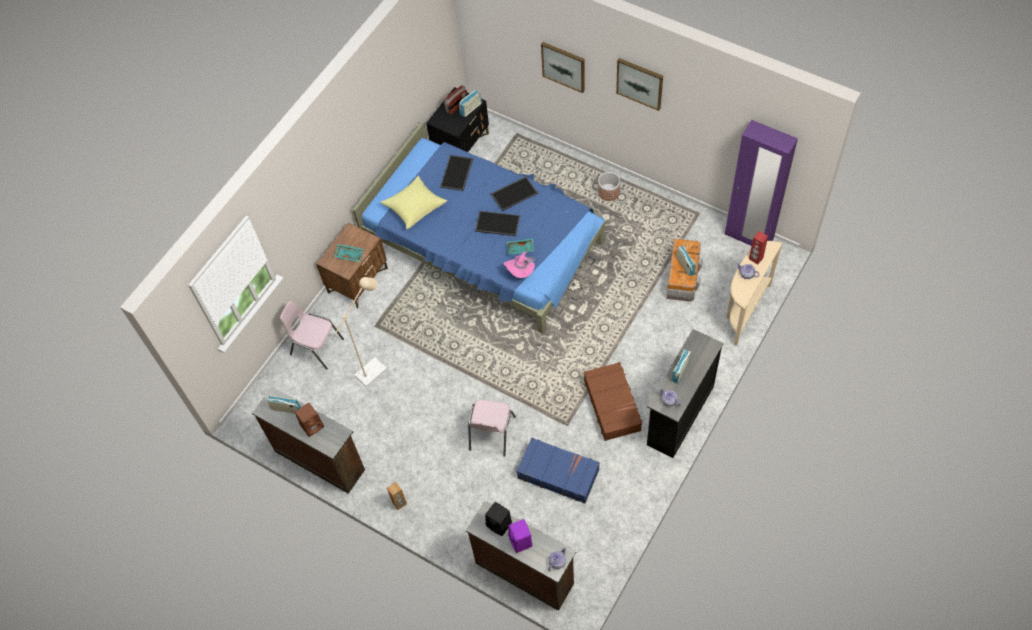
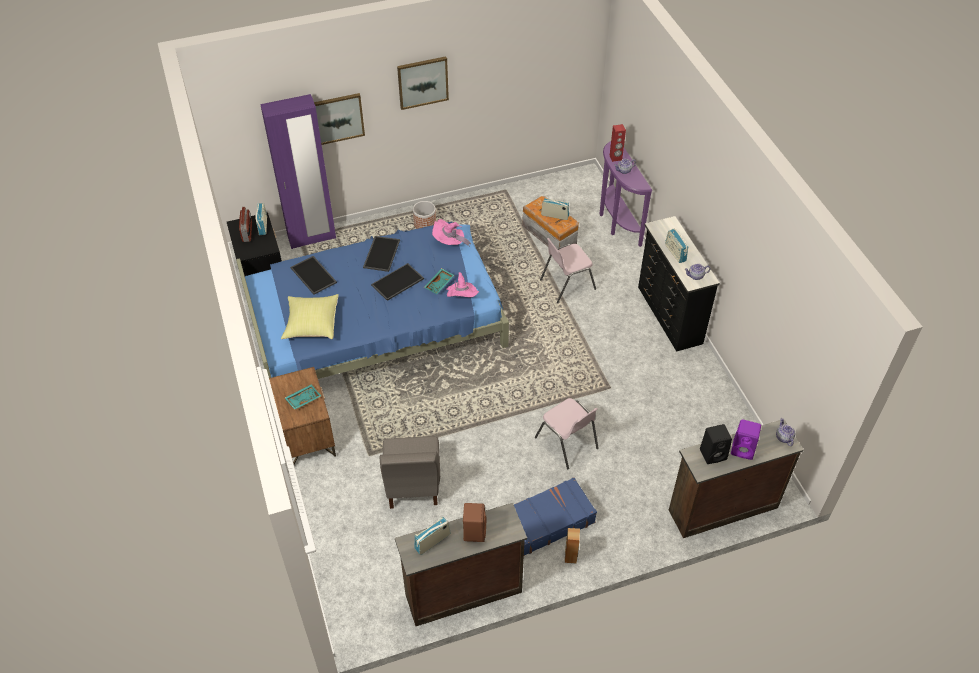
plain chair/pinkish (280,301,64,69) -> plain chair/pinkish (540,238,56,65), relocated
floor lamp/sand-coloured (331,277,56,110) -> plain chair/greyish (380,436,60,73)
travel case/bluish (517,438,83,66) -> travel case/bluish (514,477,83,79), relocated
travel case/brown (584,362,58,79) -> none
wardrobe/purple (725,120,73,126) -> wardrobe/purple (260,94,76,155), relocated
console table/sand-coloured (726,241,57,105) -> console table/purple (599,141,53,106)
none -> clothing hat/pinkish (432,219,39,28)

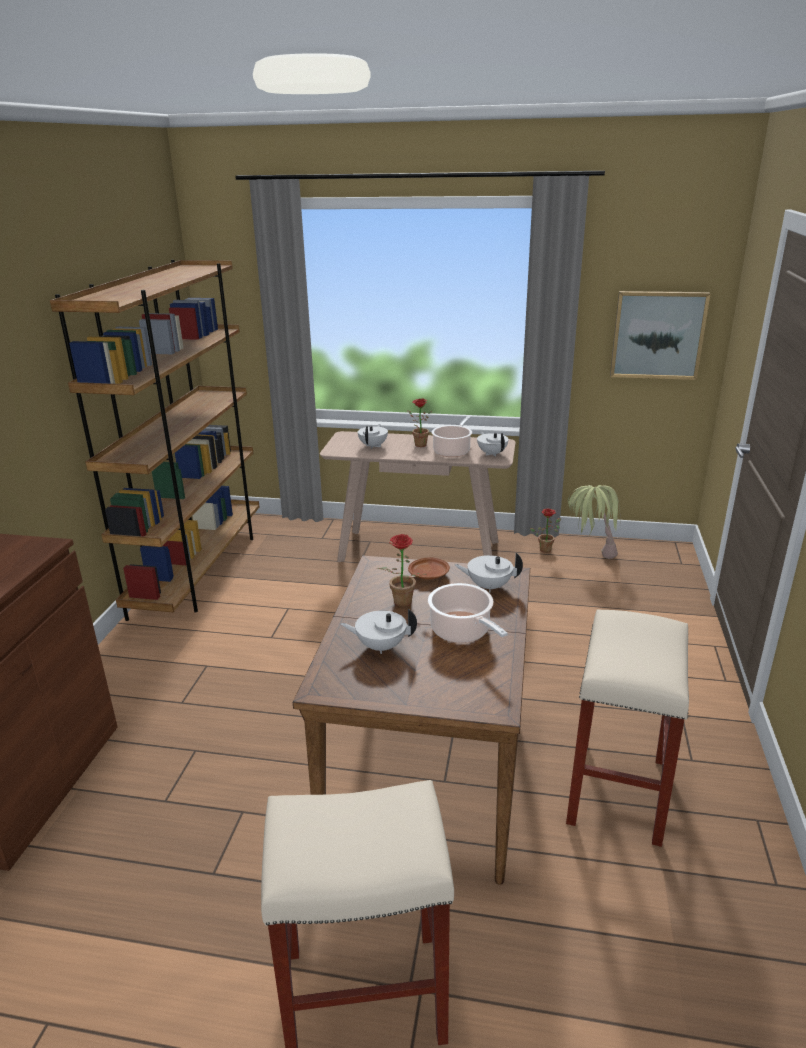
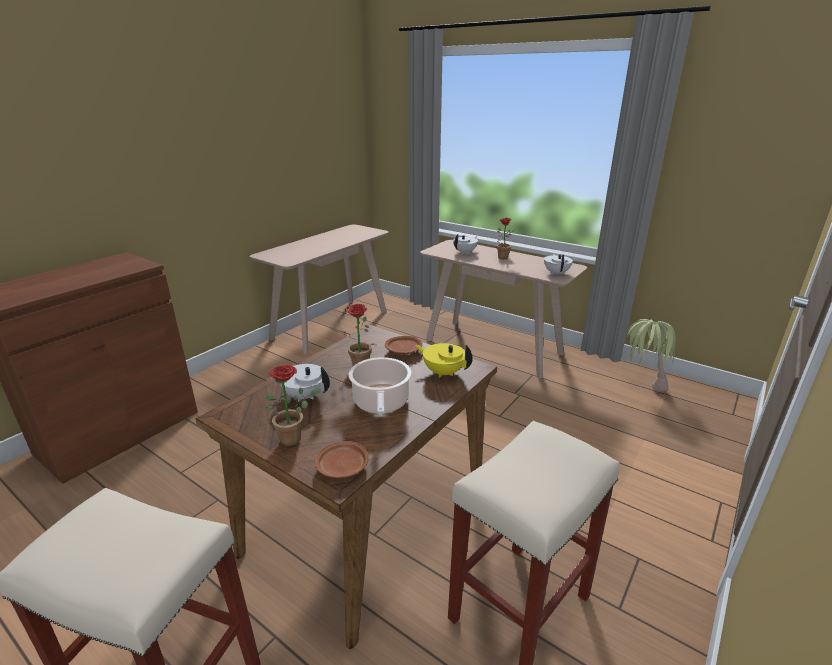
bookshelf/brown (50,260,210,361) -> console table/sand-coloured (250,225,139,129)
stockpot (432,416,40,41) -> none
tea pot/white (455,553,68,39) -> tea pot/yellowish (415,343,58,35)
potted plant (530,509,31,44) -> potted plant (266,365,55,81), relocated
wall picture (610,291,101,89) -> none
none -> plate/brown (315,441,54,38)

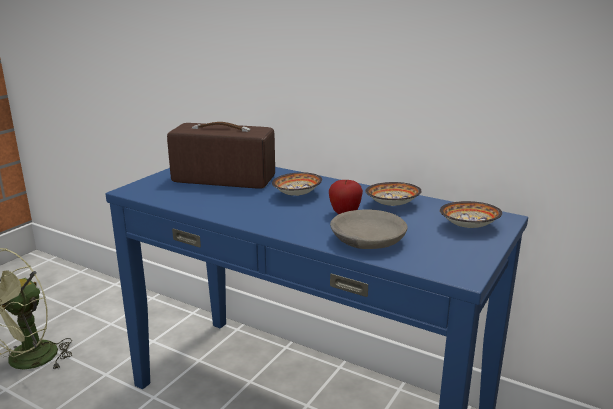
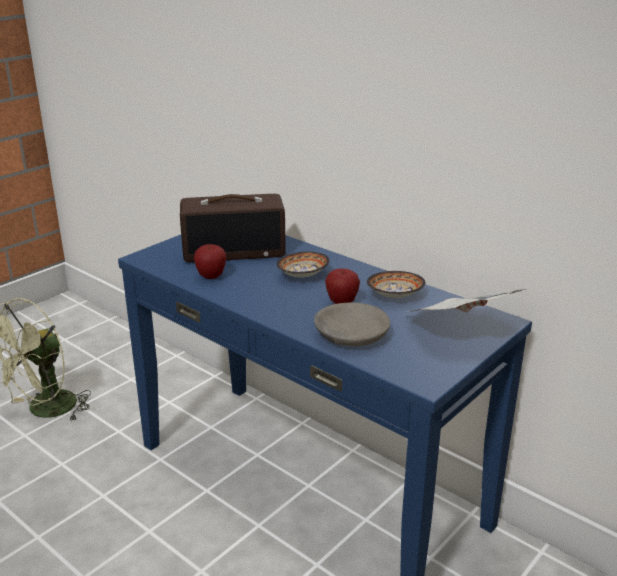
radio receiver (167,122,108,67) -> radio receiver (180,194,106,68), 150 degrees clockwise
bowl (440,201,62,27) -> printed paper (408,289,119,23)
none -> whole apple (194,244,32,35)

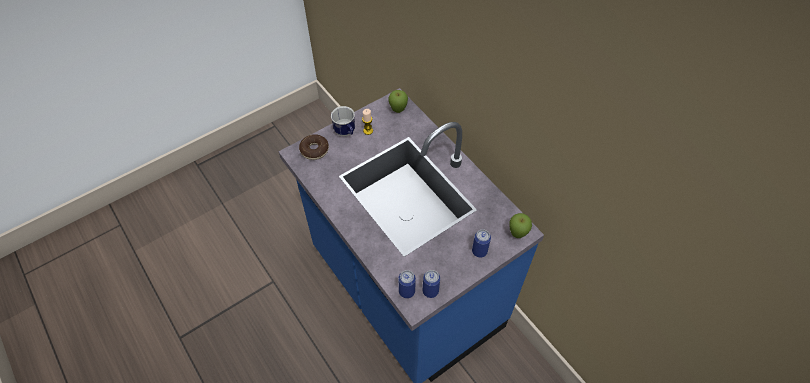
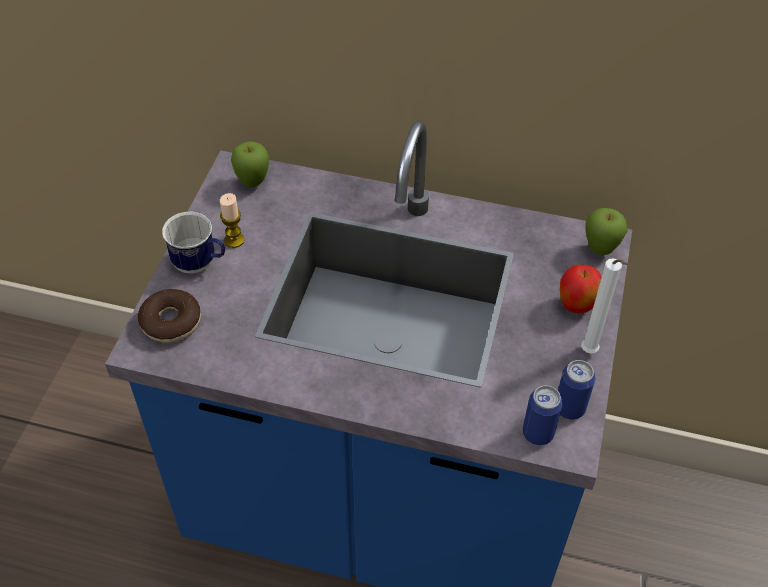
metal can (472,229,19,29) -> whole apple (560,264,42,50)
none -> candle/white (581,258,47,95)

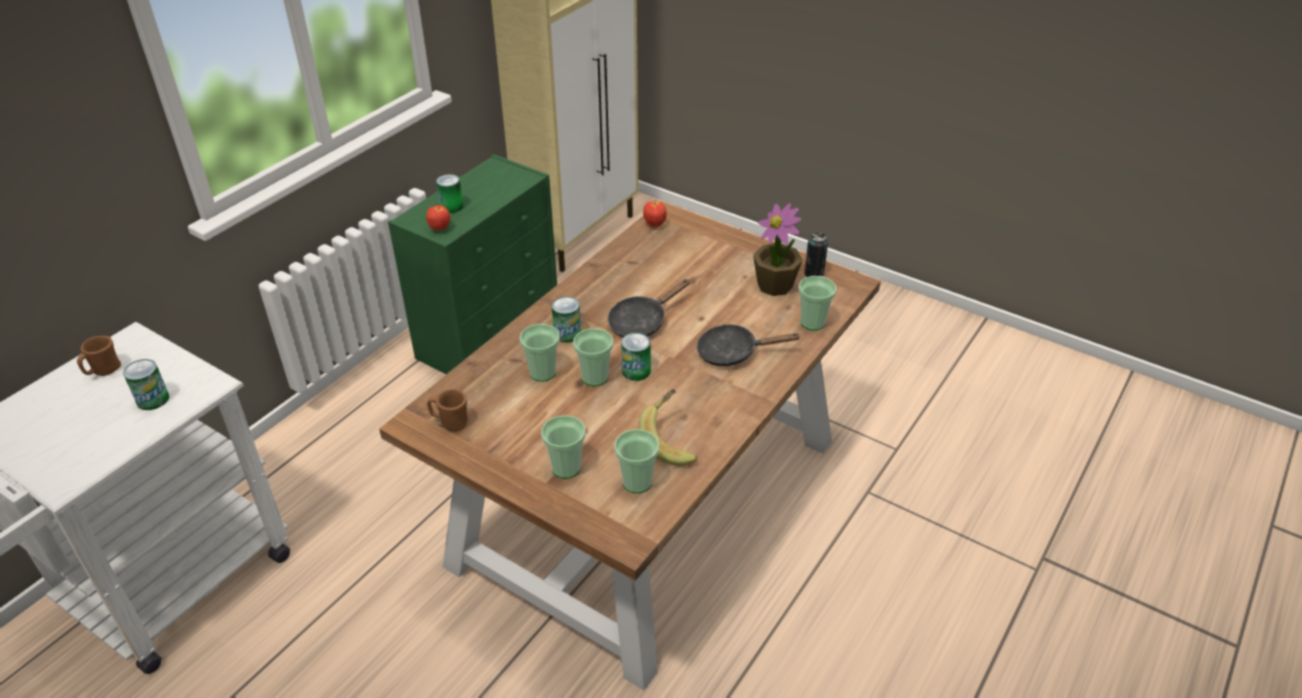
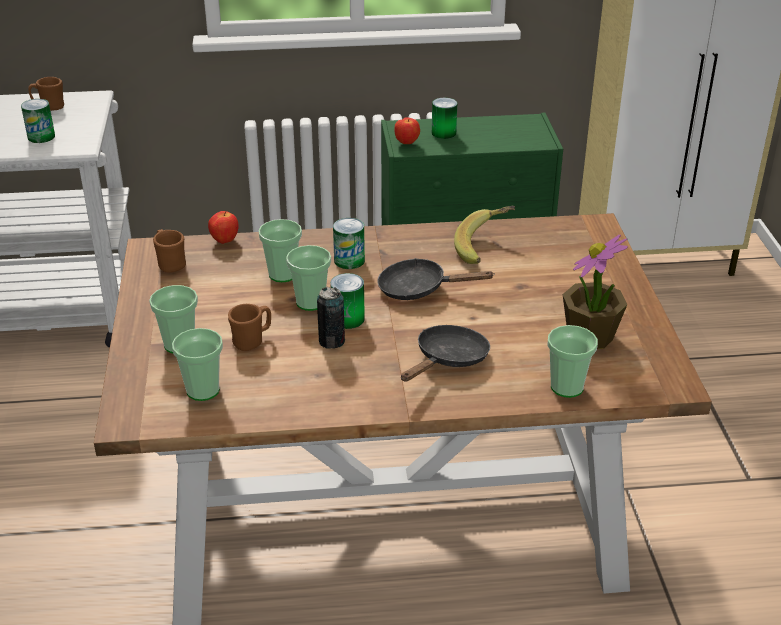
whole banana (639,389,58,77) -> whole banana (454,206,61,58), relocated
whole apple (643,201,23,26) -> whole apple (208,211,31,33), relocated
pan/black (696,324,105,42) -> pan/black (401,325,89,57), 75 degrees clockwise
metal can (804,232,24,45) -> metal can (317,287,28,62), relocated
none -> mug/brown (228,304,43,47)

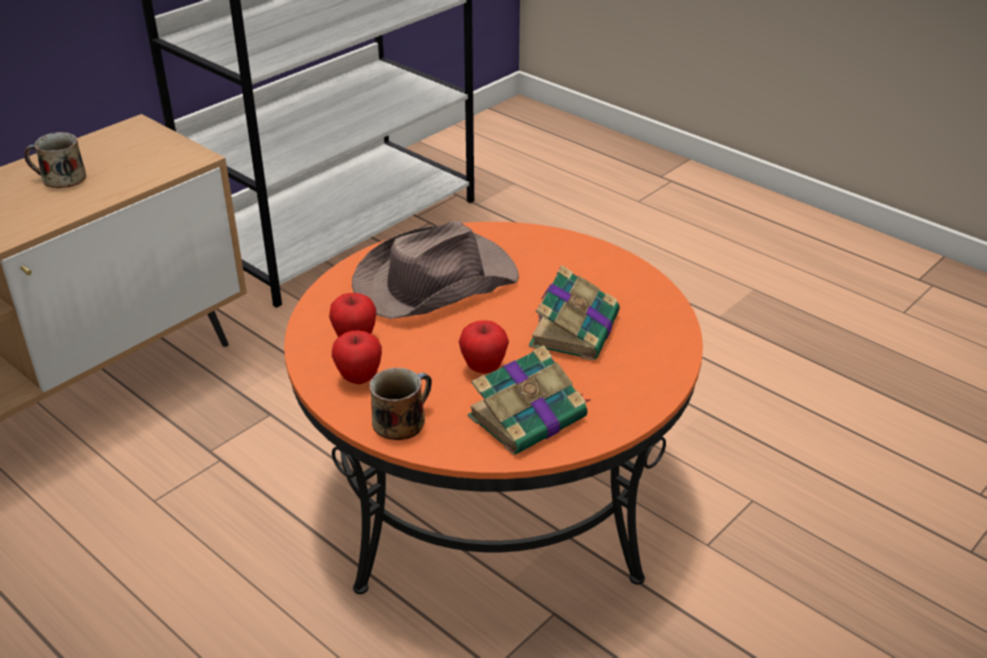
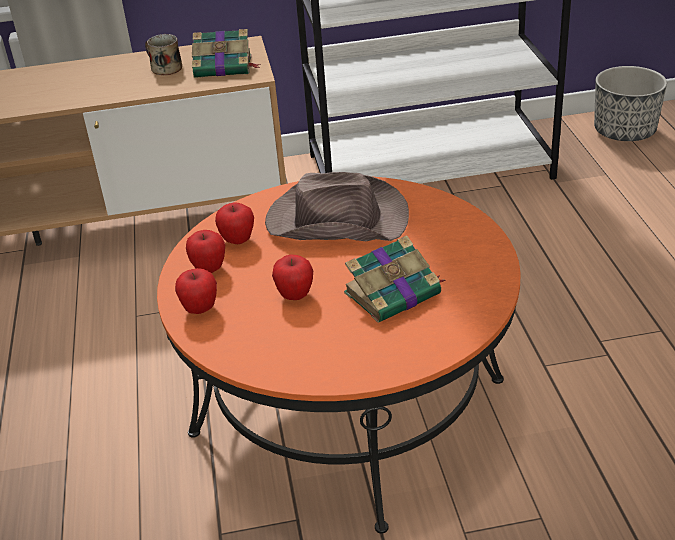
mug (369,368,63,72) -> whole apple (175,268,42,46)
bound book (468,345,123,110) -> bound book (192,29,68,49), relocated
none -> planter (594,66,73,75)

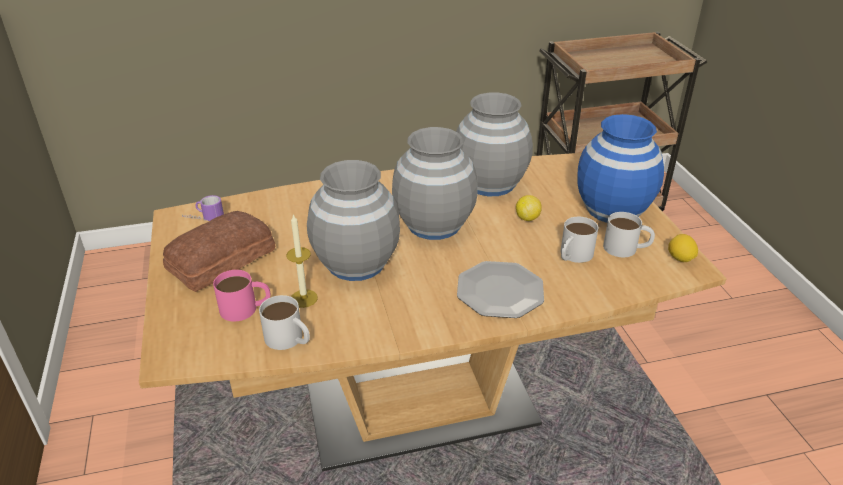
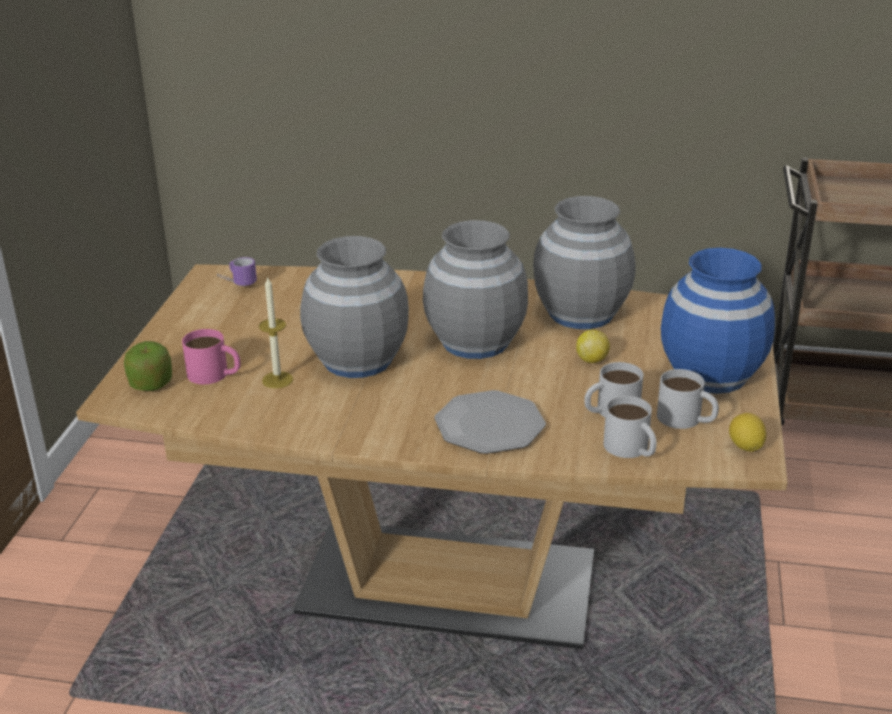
bread (163,211,112,81) -> none
mug/white (259,295,51,55) -> mug/white (603,396,54,62), relocated
none -> whole apple (124,341,48,50)

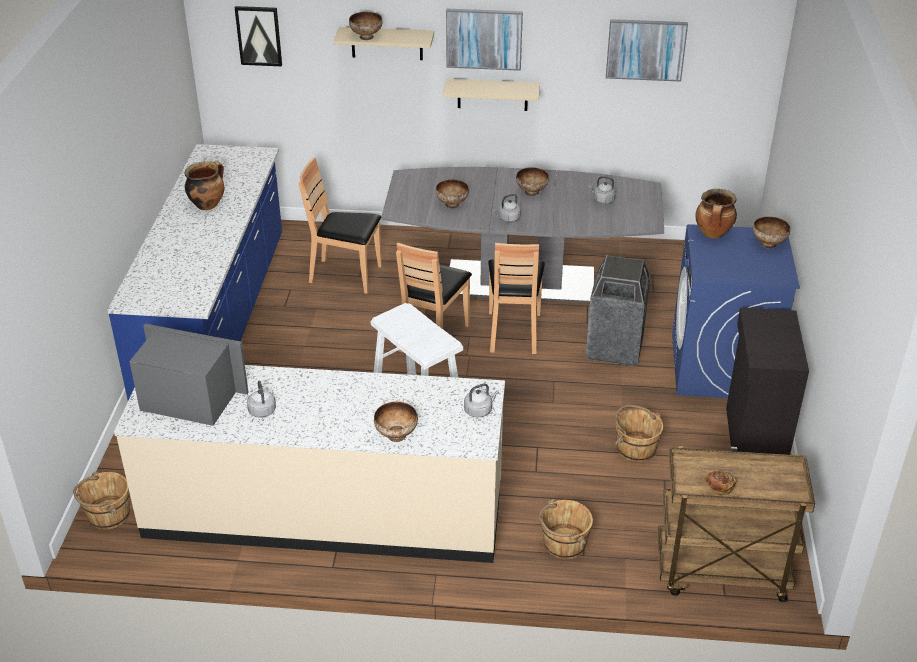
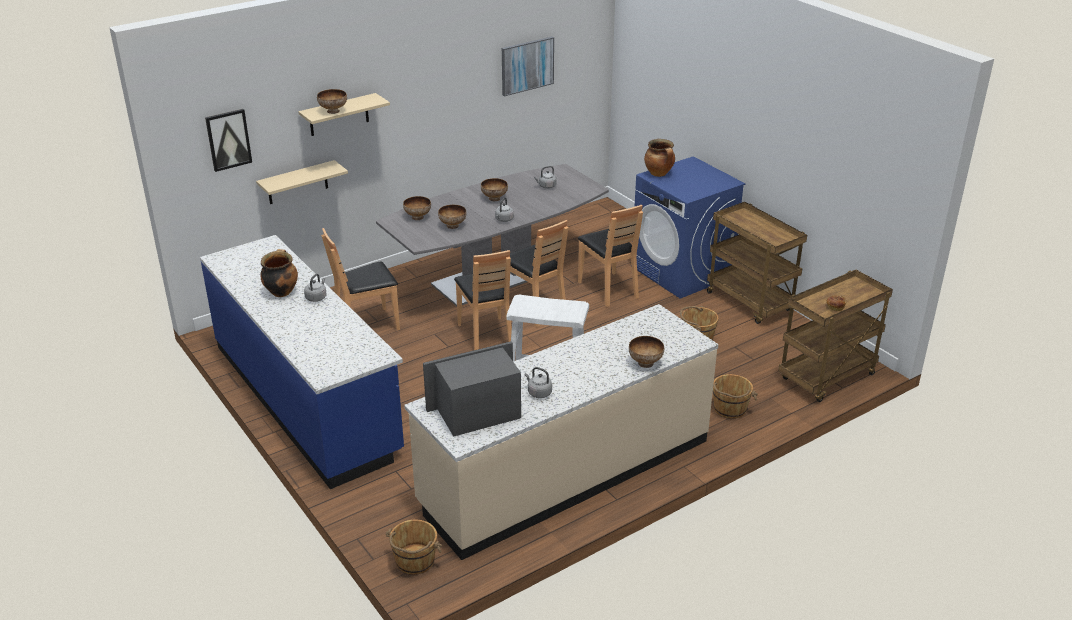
bracket shelf/sand-coloured (443,79,97,32) -> bracket shelf/sand-coloured (256,160,92,44), relocated
wall picture (446,9,77,62) -> none
kettle/greyish (464,383,35,34) -> kettle/greyish (304,274,22,28), relocated
rubbish bin (586,255,64,111) -> plain chair/brown (578,205,65,102)
cabinet/black (726,307,83,148) -> cart/brown (707,202,100,122)
bowl (753,216,37,33) -> bowl (403,196,28,24), relocated

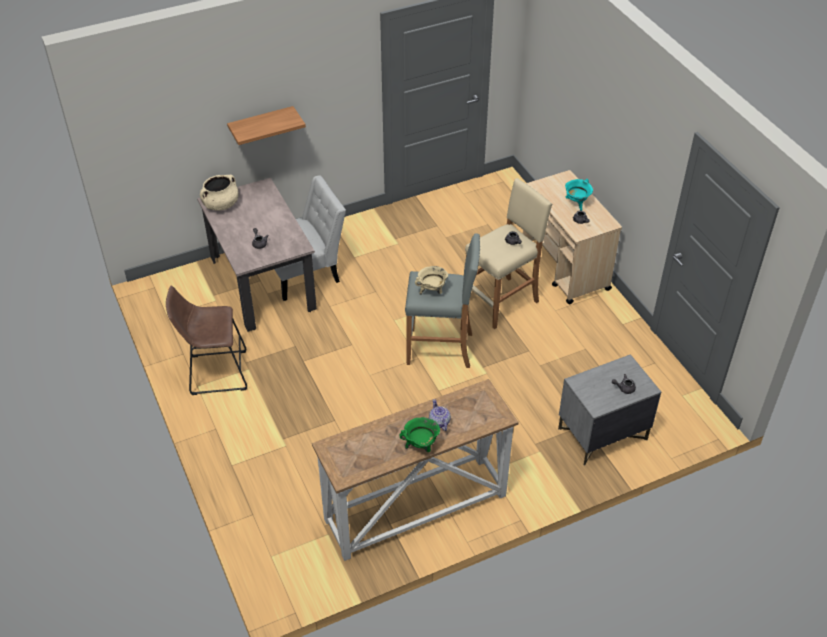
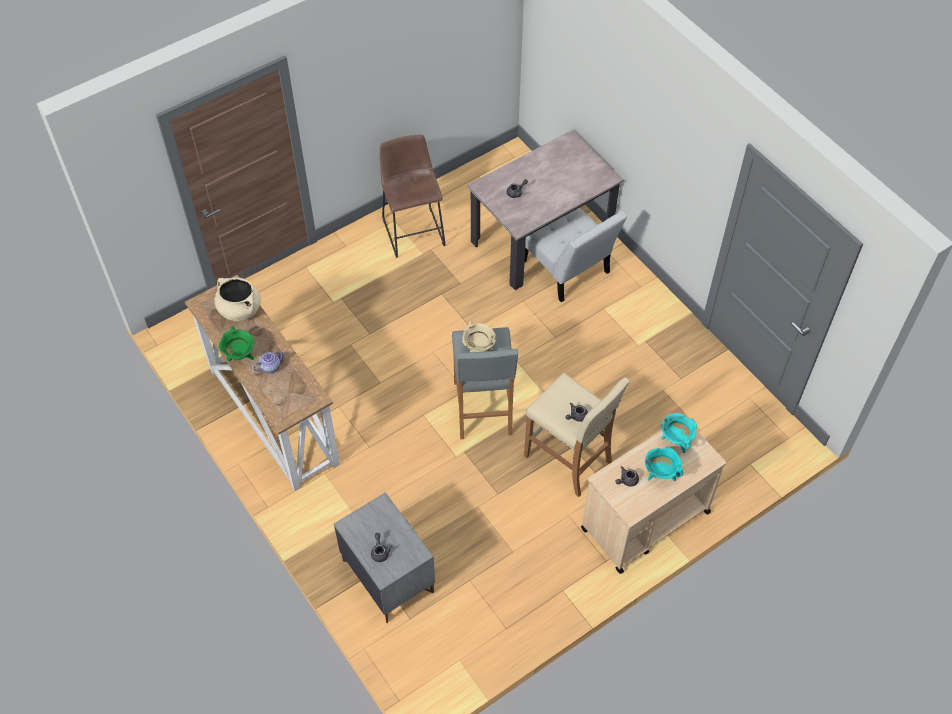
stockpot/sand-coloured (200,175,38,36) -> stockpot/sand-coloured (214,277,47,44), relocated
bracket shelf (227,106,79,39) -> none
none -> stockpot/blue-green (661,413,36,40)

